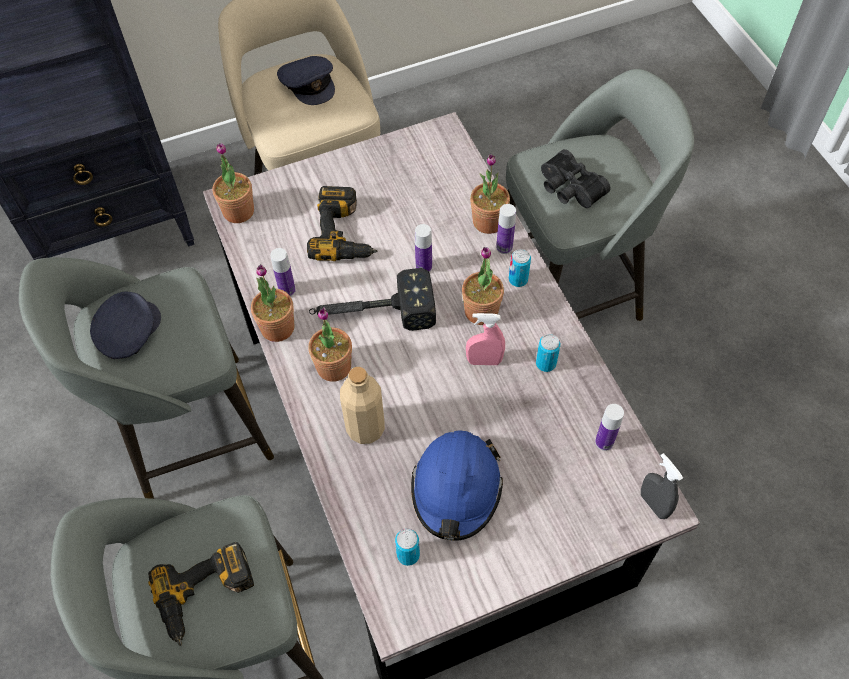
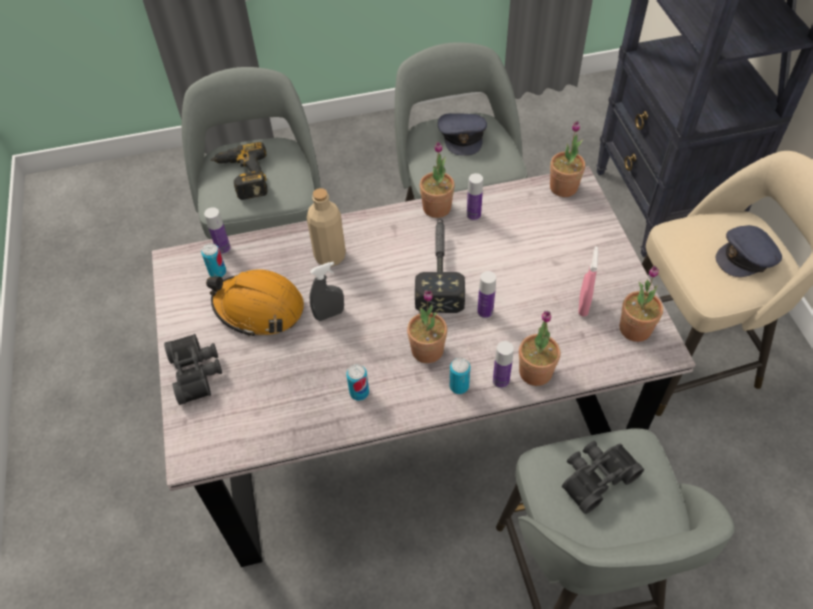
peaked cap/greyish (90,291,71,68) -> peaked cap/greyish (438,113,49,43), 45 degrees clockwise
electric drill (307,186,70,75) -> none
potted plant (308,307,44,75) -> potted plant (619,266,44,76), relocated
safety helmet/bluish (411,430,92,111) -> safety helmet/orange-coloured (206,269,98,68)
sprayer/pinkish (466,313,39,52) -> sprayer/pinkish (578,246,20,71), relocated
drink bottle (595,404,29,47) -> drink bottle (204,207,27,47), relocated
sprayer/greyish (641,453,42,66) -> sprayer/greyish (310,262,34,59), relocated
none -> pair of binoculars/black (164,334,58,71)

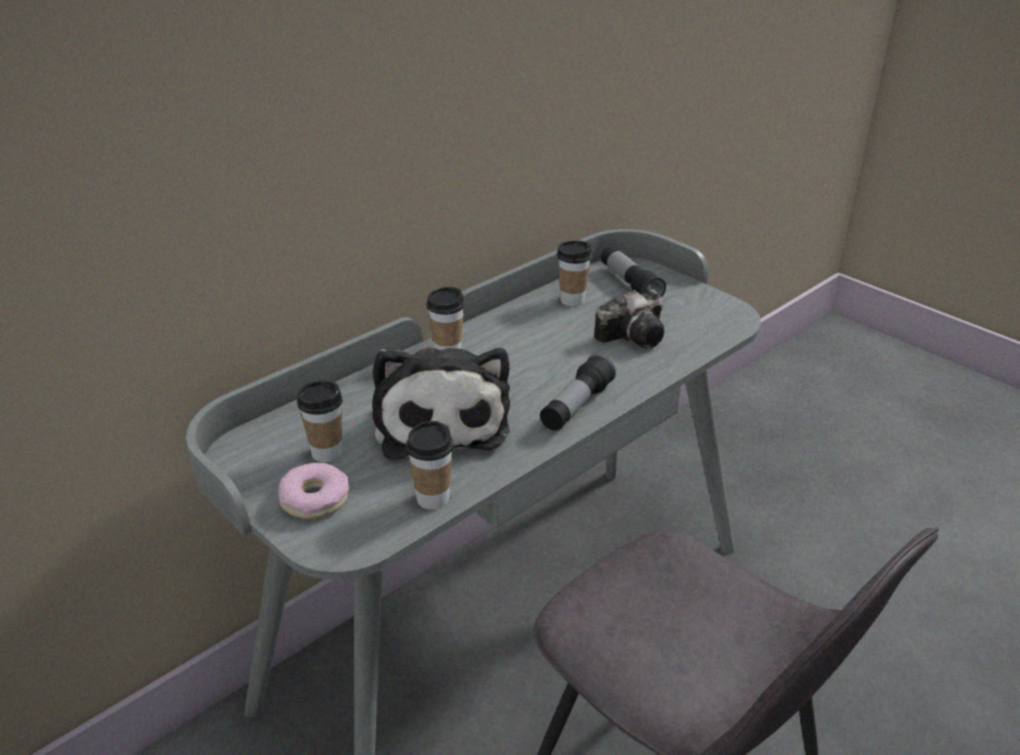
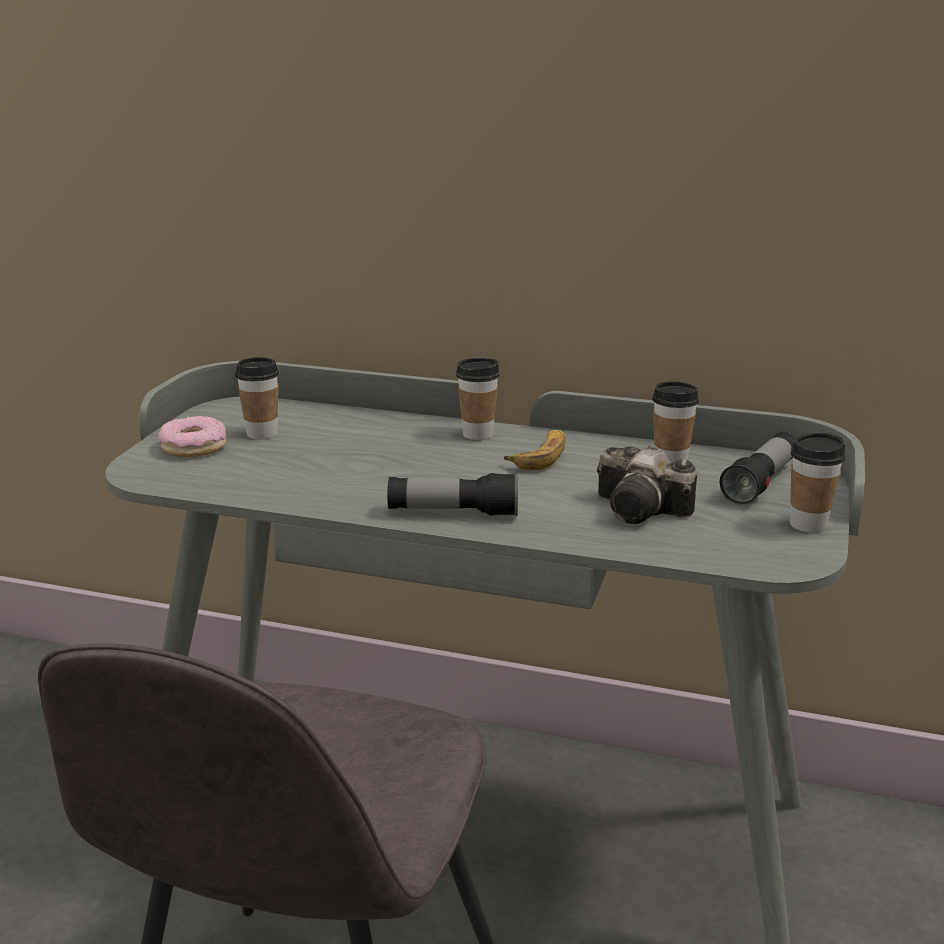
plush toy (372,347,138,113) -> none
cup (406,421,48,89) -> cup (790,433,56,100), relocated
none -> whole banana (503,430,63,40)

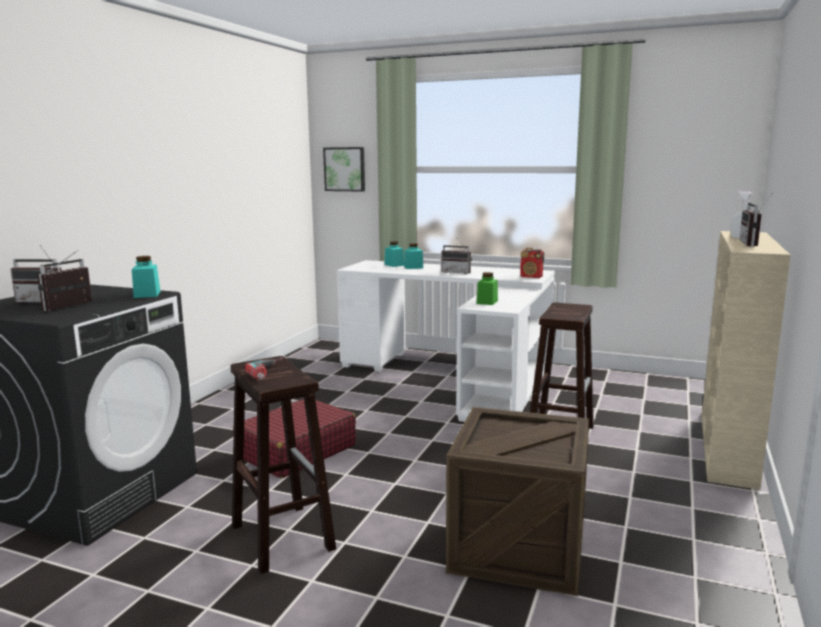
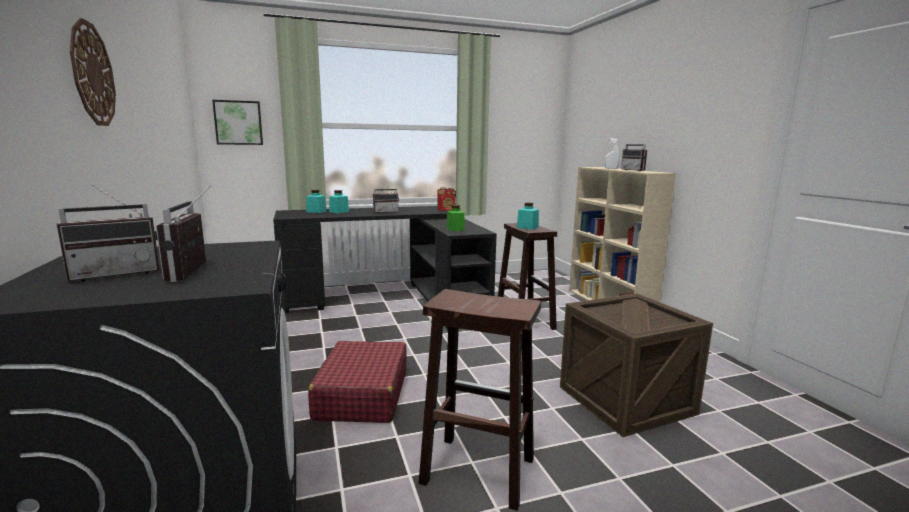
jar/blue-green (132,256,28,42) -> jar/blue-green (517,203,22,27), relocated
electric drill (245,357,39,23) -> none
desk/white (337,260,218,162) -> desk/black (273,206,224,124)
none -> hanging clock (70,18,46,108)

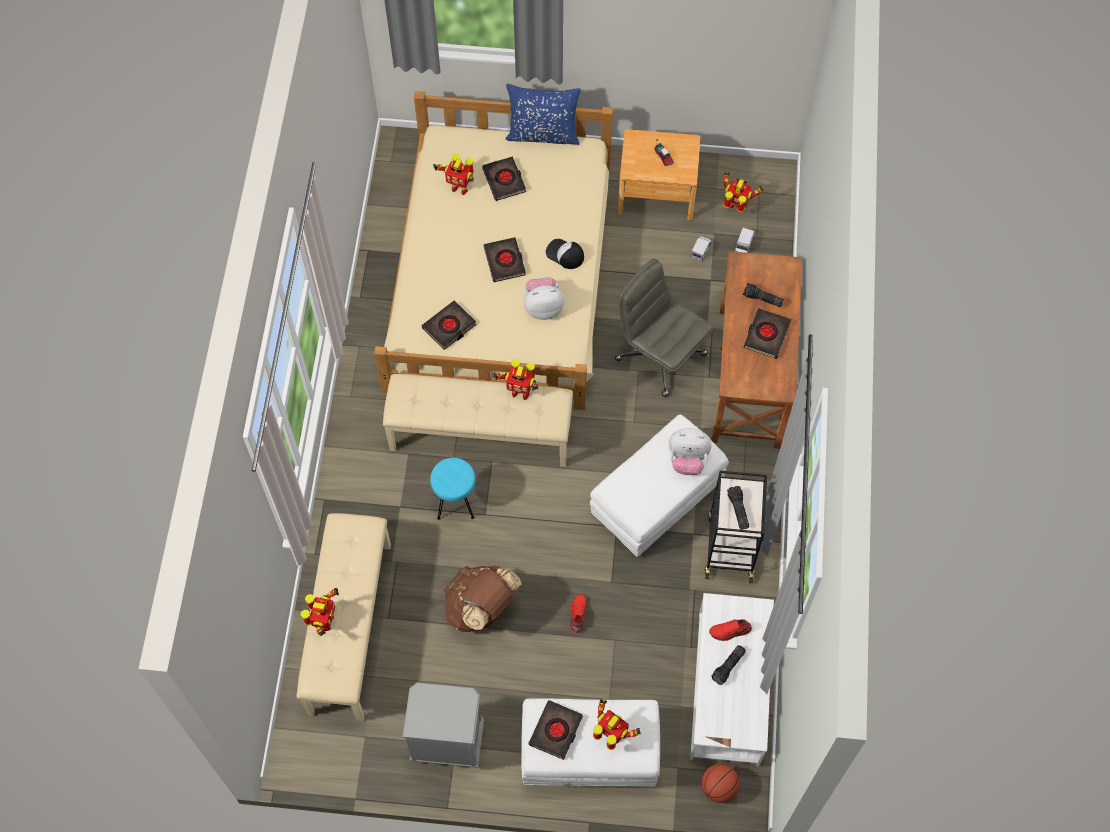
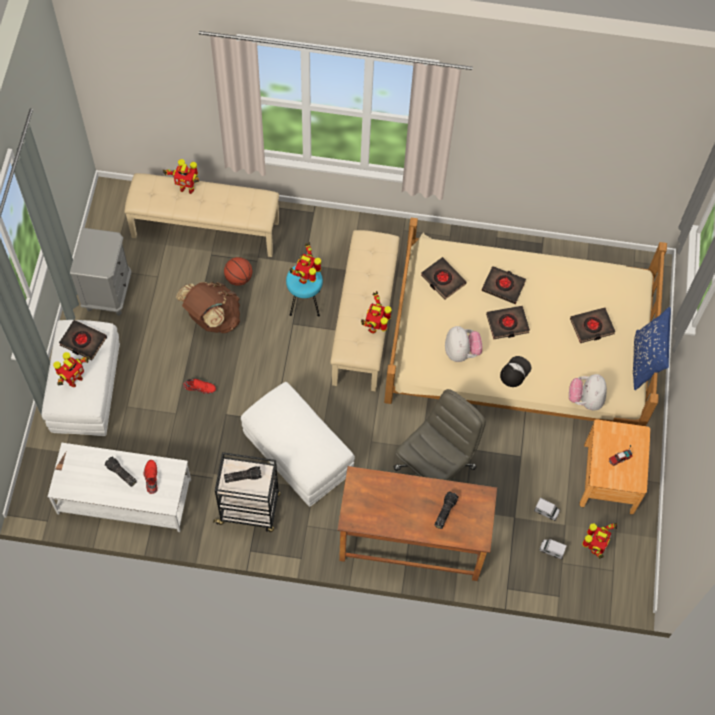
toy robot (433,154,41,41) -> toy robot (290,242,31,42), relocated
plush toy (669,428,43,47) -> plush toy (569,374,38,36), relocated
basketball (701,764,39,39) -> basketball (224,257,28,29), relocated
bound book/black (743,308,48,51) -> bound book/black (482,266,44,38), relocated

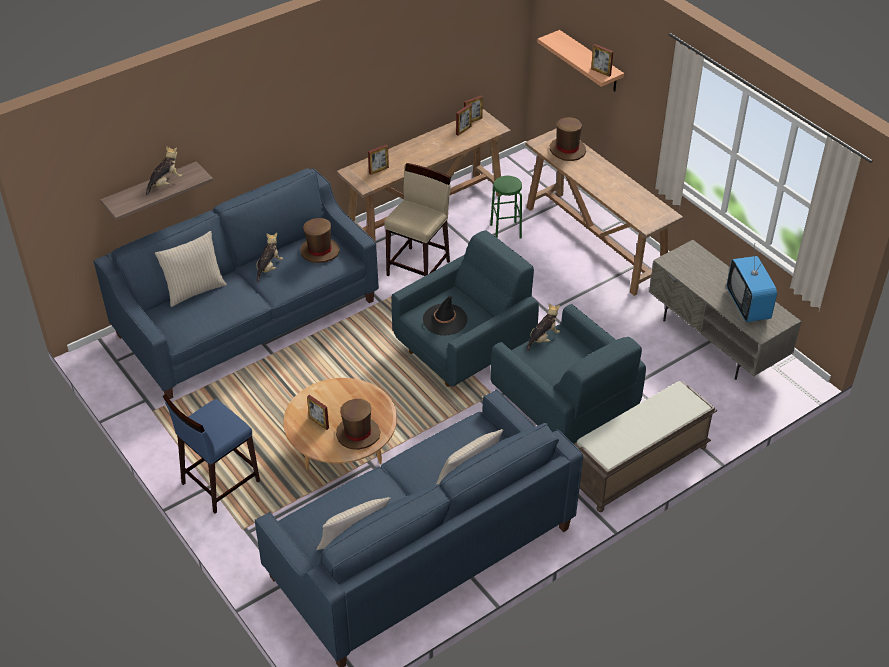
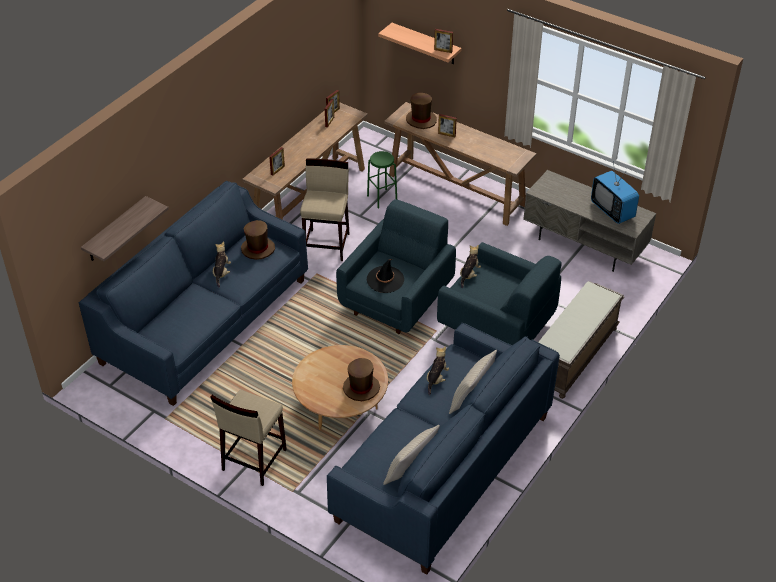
plush toy (146,146,36,49) -> plush toy (427,346,22,49), relocated
throw pillow/sand-coloured (155,231,72,76) -> none
stool/bluish (163,394,97,120) -> stool/sand-coloured (211,390,76,96)
picture frame (307,395,22,35) -> picture frame (438,114,19,24), relocated

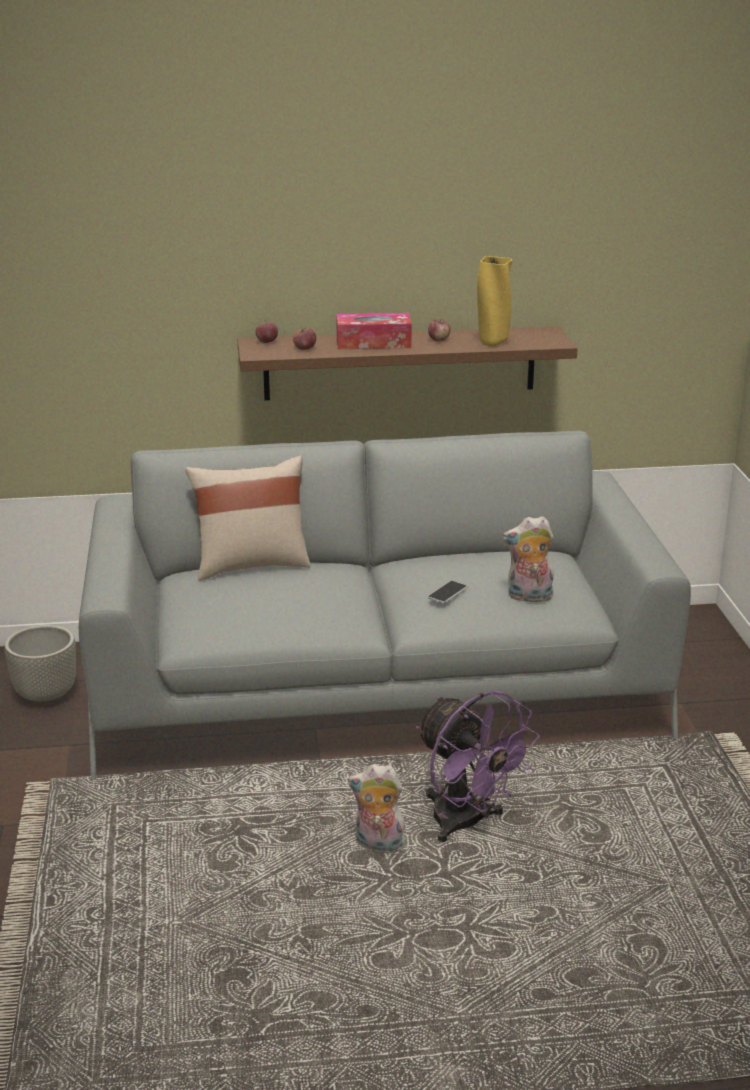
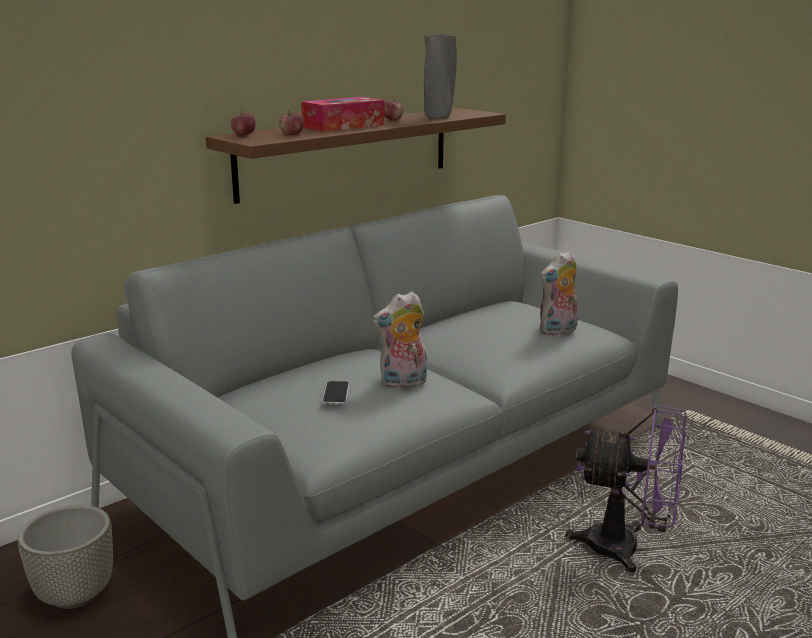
throw pillow/sand-coloured (185,456,126,125) -> none
plush toy (348,764,58,89) -> plush toy (373,291,54,98), relocated
telephone (428,581,39,22) -> telephone (322,381,28,23), relocated
decorative vase/yellowish (477,256,35,90) -> decorative vase/greyish (424,35,33,84)

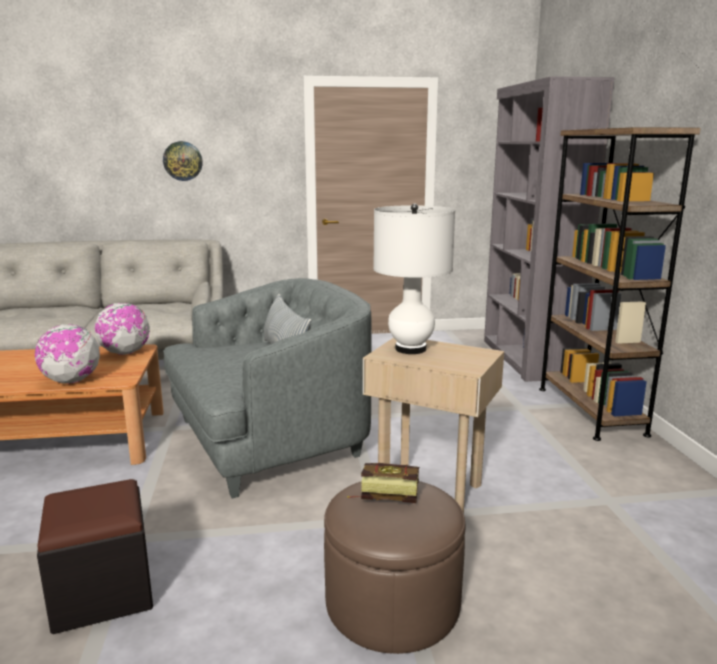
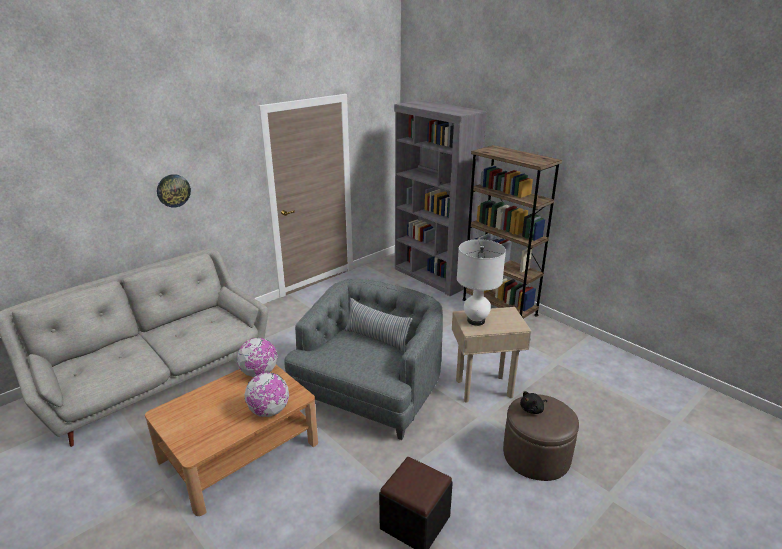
bound book (348,463,71,40) -> plush toy/black (520,391,27,23)

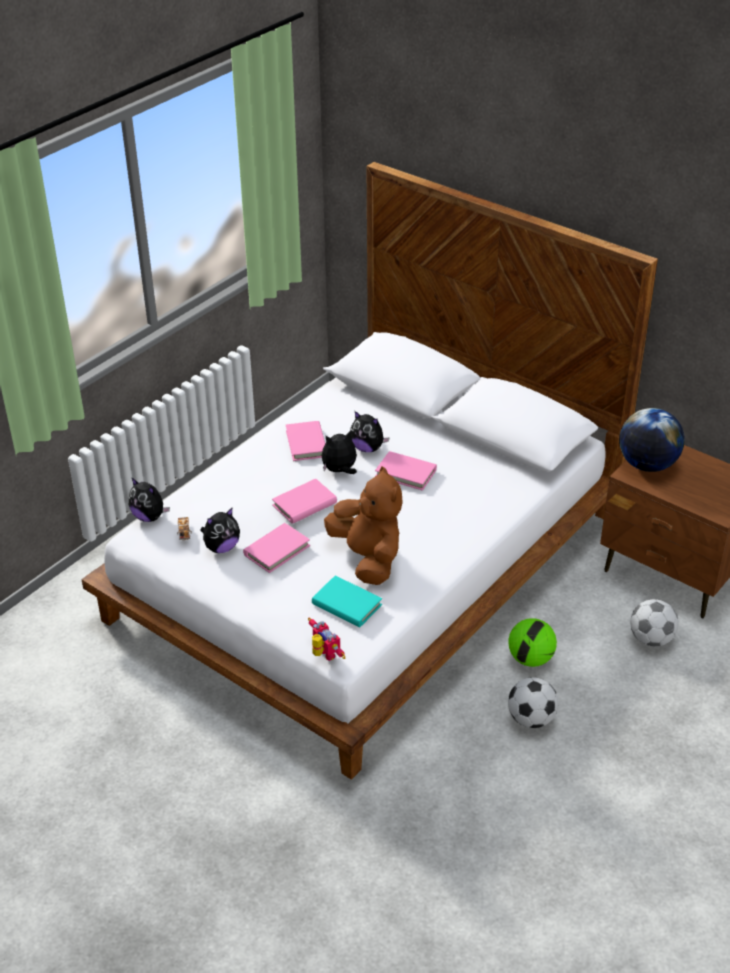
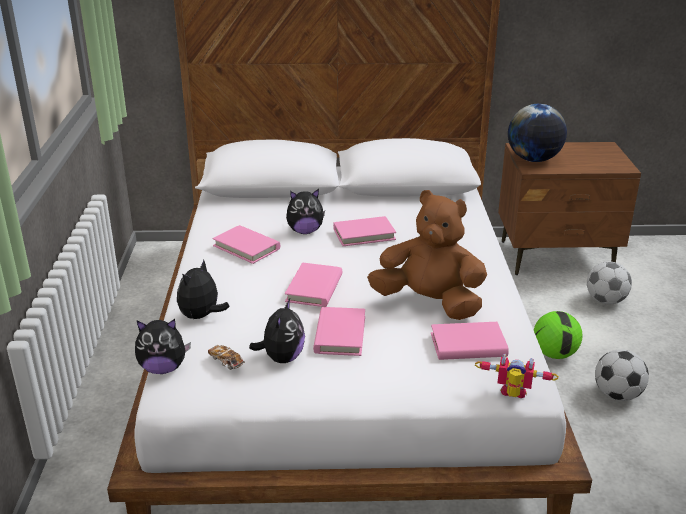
bound book/blue-green (312,576,70,51) -> bound book/pinkish (431,322,78,38)
plush toy (322,430,35,44) -> plush toy (177,260,53,59), relocated

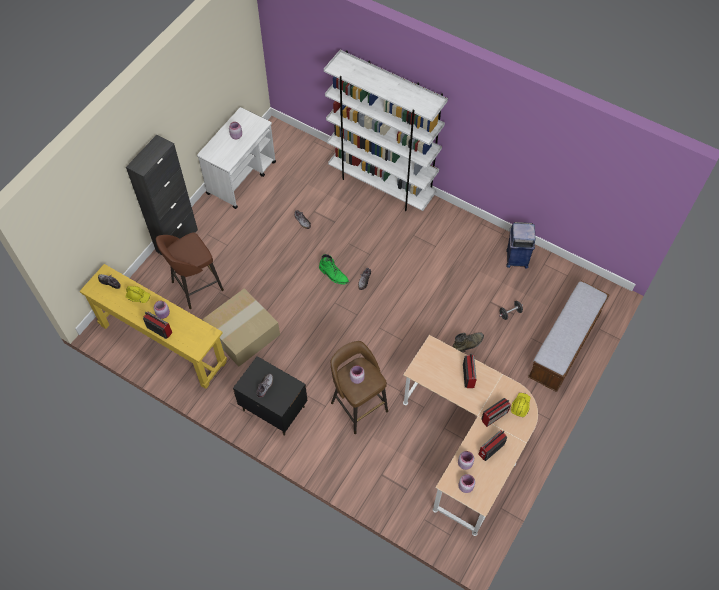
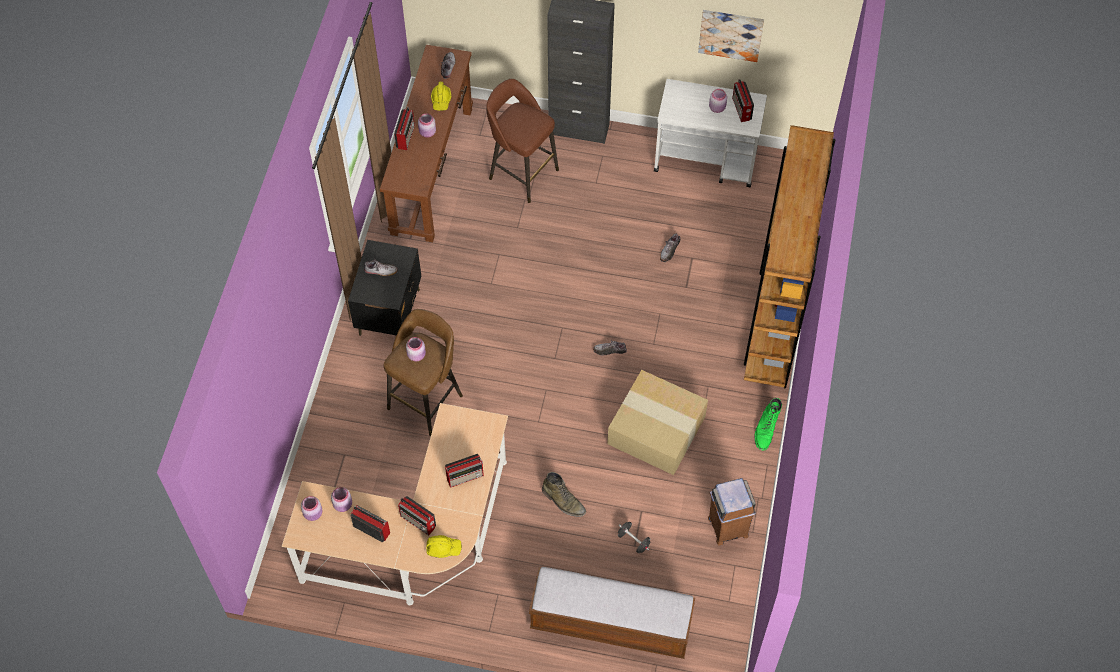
console table/yellowish (80,264,147,125) -> console table/brown (380,45,93,197)
carton (202,288,78,79) -> carton (607,370,101,105), relocated
boot/greenish (319,254,30,31) -> boot/greenish (754,398,28,53), relocated
bookshelf/white (324,50,124,161) -> bookshelf/brown (744,125,91,263)
rubbish bin/bluish (506,222,29,46) -> rubbish bin/brown (708,478,48,67)
none -> wall picture (698,10,66,52)
none -> radio receiver (732,79,22,43)

